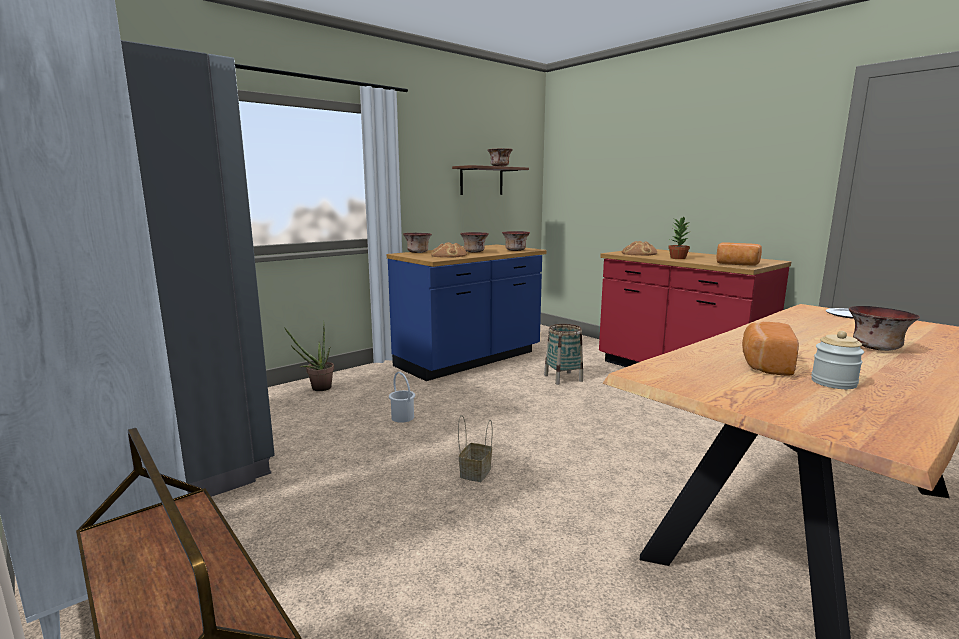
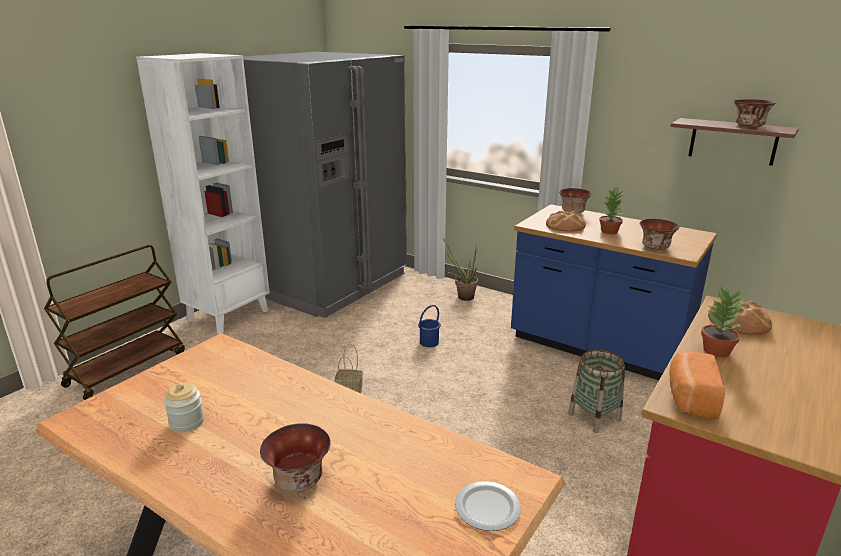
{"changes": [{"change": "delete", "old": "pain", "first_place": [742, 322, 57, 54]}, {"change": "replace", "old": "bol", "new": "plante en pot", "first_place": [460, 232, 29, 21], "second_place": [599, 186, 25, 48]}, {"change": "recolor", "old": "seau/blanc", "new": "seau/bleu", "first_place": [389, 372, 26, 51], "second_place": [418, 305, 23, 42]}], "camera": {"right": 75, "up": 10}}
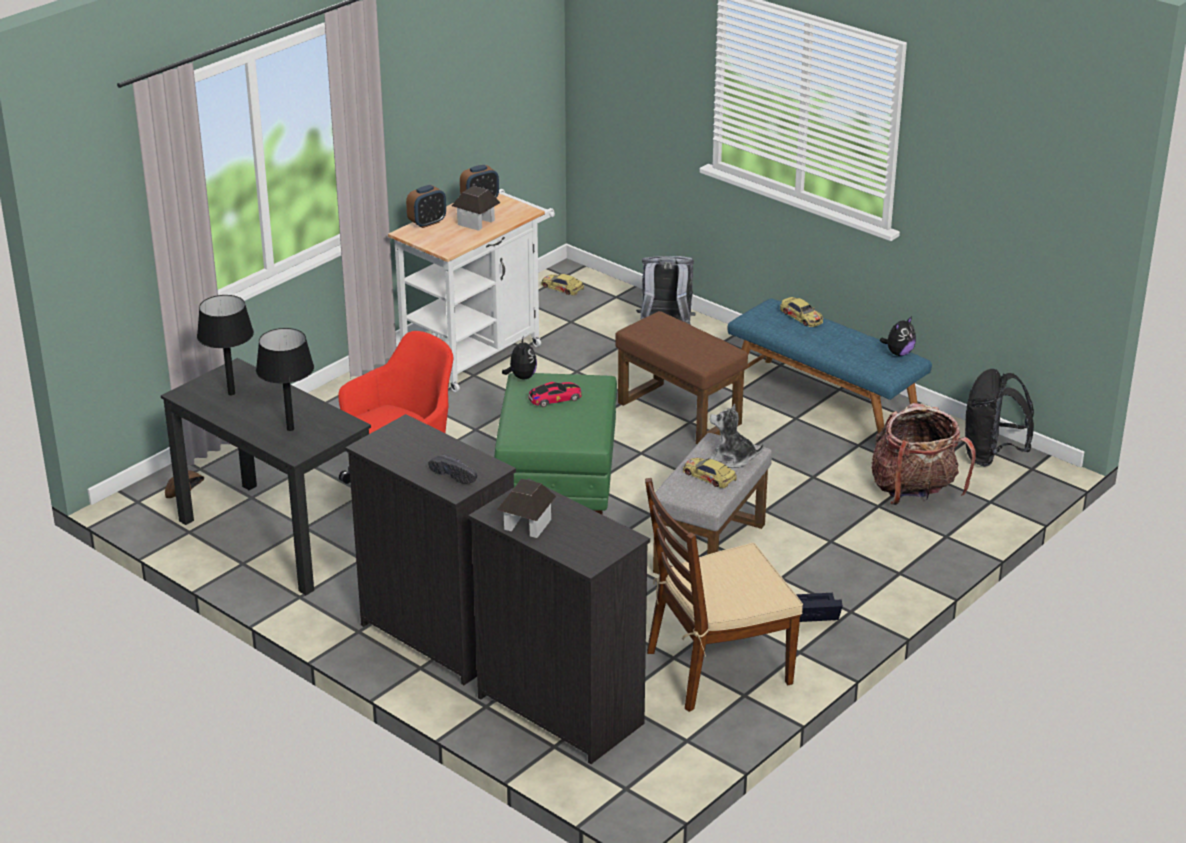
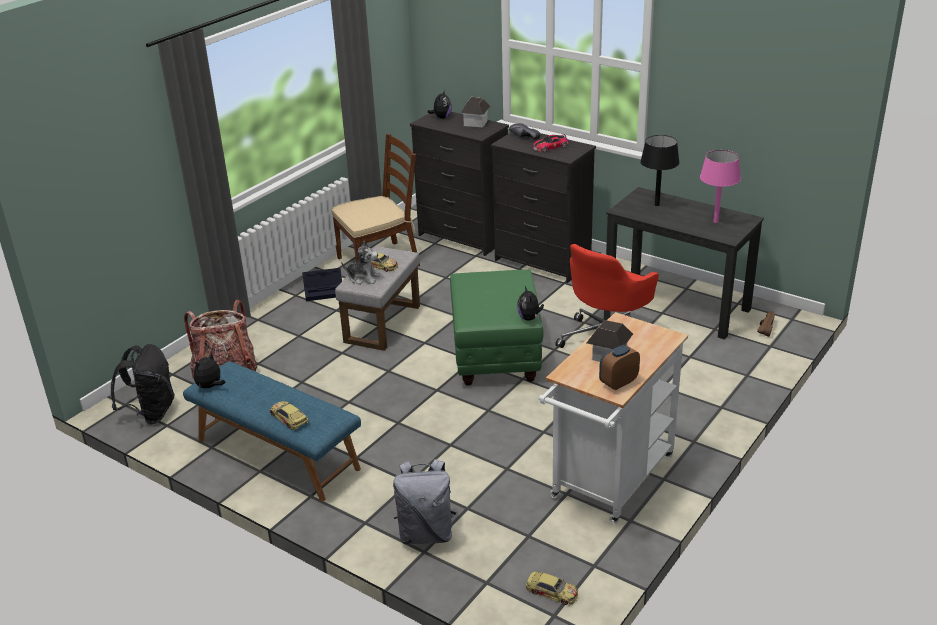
{"changes": [{"change": "delete", "old": "réveil", "first_place": [406, 185, 40, 43]}, {"change": "delete", "old": "pouf/marron", "first_place": [615, 311, 133, 133]}, {"change": "insert", "new": "peluche", "second_place": [428, 90, 24, 29]}, {"change": "move", "old": "petite voiture", "first_place": [529, 382, 53, 25], "second_place": [533, 134, 35, 19]}, {"change": "recolor", "old": "lampe de table/noir", "new": "lampe de table/rose", "first_place": [197, 295, 57, 100], "second_place": [700, 150, 41, 73]}], "camera": {"right": 175, "up": 0}}
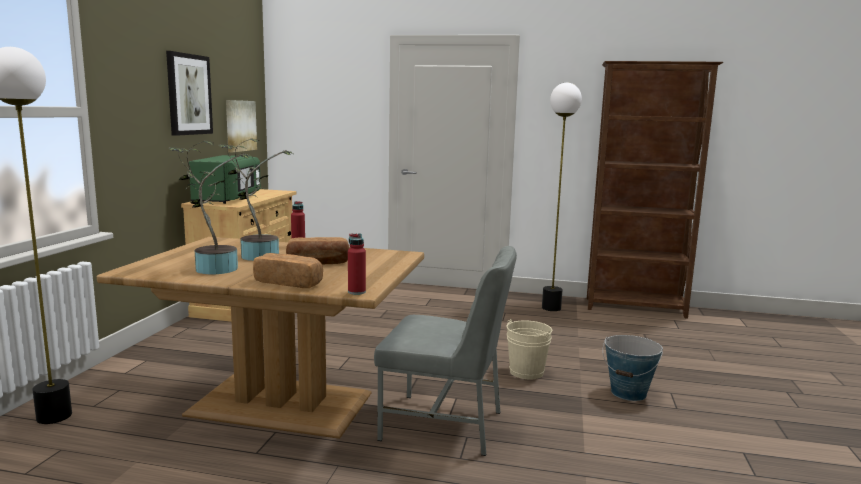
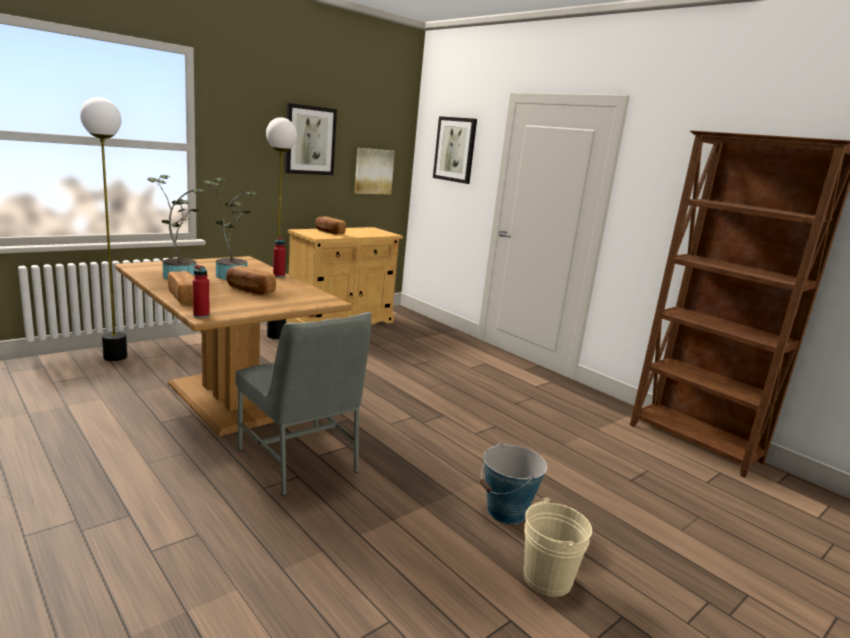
{"changes": [{"change": "insert", "new": "tableau", "second_place": [433, 116, 44, 68]}, {"change": "move", "old": "seau/beige", "first_place": [507, 319, 45, 60], "second_place": [524, 498, 68, 99]}, {"change": "move", "old": "lampadaire", "first_place": [542, 83, 40, 228], "second_place": [266, 117, 31, 222]}, {"change": "replace", "old": "micro-ondes/vert", "new": "pain", "first_place": [189, 155, 72, 49], "second_place": [315, 217, 31, 17]}], "camera": {"right": 35, "up": 5}}
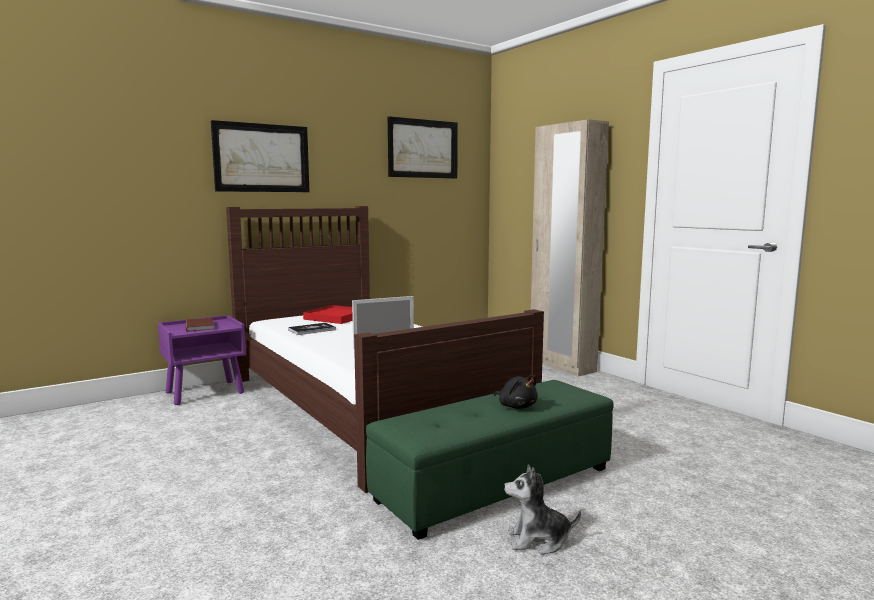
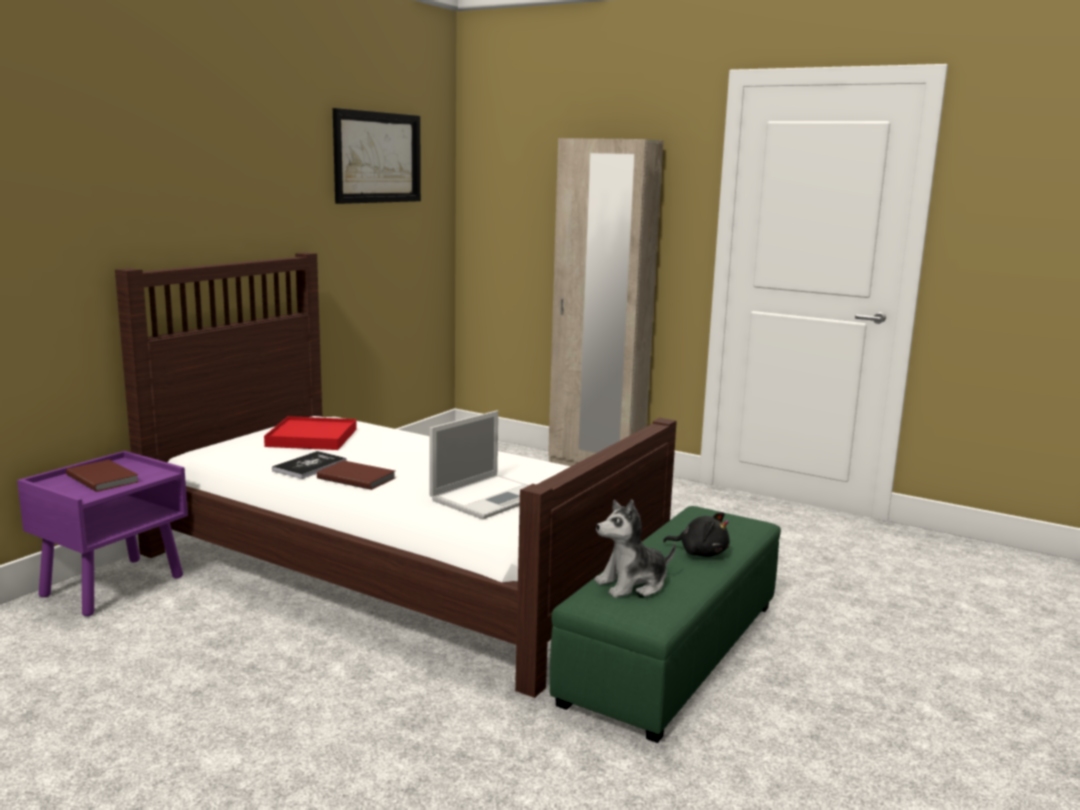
{"changes": [{"change": "delete", "old": "tableau", "first_place": [211, 120, 99, 72]}, {"change": "insert", "new": "livre/marron", "second_place": [317, 460, 78, 30]}, {"change": "move", "old": "peluche", "first_place": [504, 464, 77, 91], "second_place": [595, 499, 81, 99]}], "camera": {"right": -25, "up": 5}}
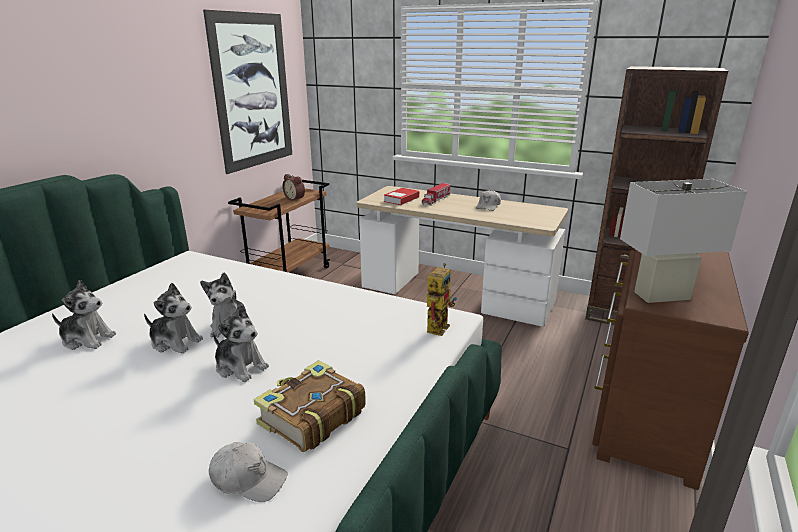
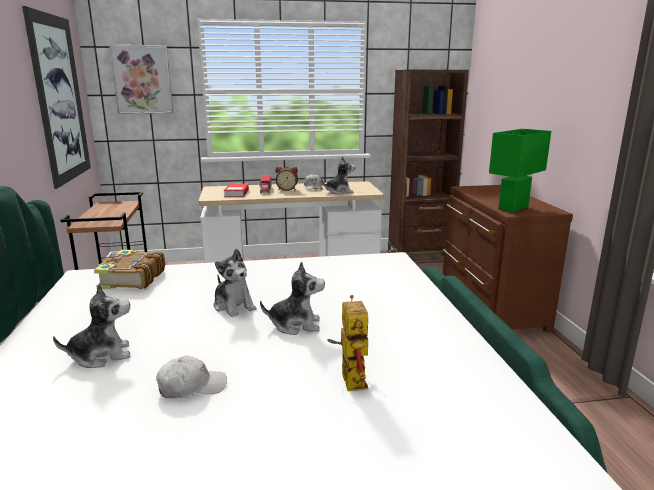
{"changes": [{"change": "insert", "new": "tableau", "second_place": [109, 45, 64, 69]}, {"change": "move", "old": "peluche", "first_place": [144, 283, 59, 70], "second_place": [321, 156, 34, 38]}, {"change": "move", "old": "casquette/blanc", "first_place": [209, 442, 79, 60], "second_place": [156, 355, 71, 43]}, {"change": "move", "old": "livre", "first_place": [253, 360, 113, 92], "second_place": [94, 250, 71, 39]}, {"change": "move", "old": "réveil", "first_place": [282, 174, 23, 27], "second_place": [276, 167, 22, 24]}, {"change": "move", "old": "robot jouet", "first_place": [427, 263, 30, 73], "second_place": [327, 295, 41, 96]}, {"change": "recolor", "old": "lampe de table/blanc", "new": "lampe de table/vert", "first_place": [620, 179, 127, 124], "second_place": [489, 129, 62, 83]}], "camera": {"right": -35, "up": -5}}
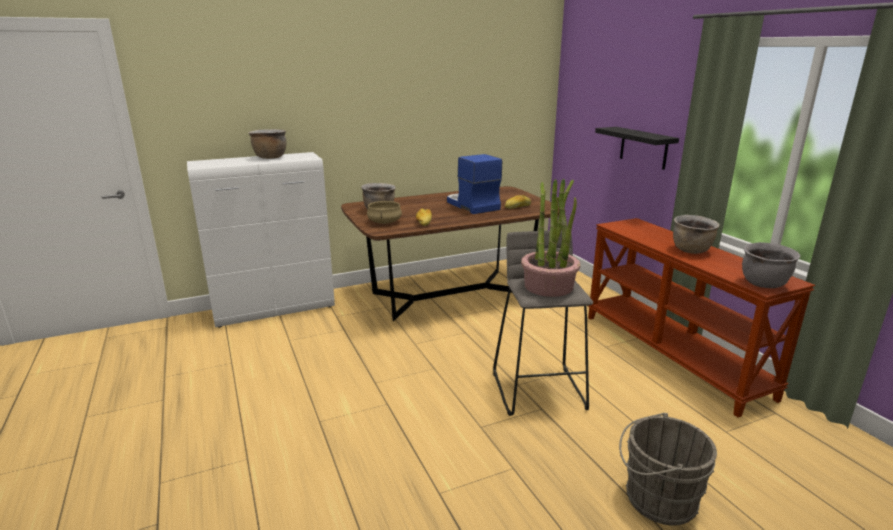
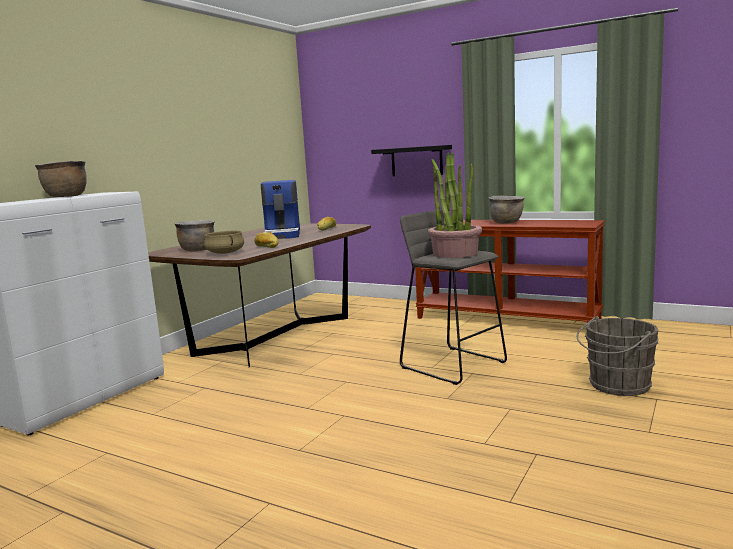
{"changes": [{"change": "delete", "old": "marmite/gris", "first_place": [742, 242, 58, 46]}, {"change": "rotate", "old": "machine à café", "first_place": [447, 154, 55, 60], "second_place": [261, 180, 39, 59], "degrees": -120}], "camera": {"right": -35, "up": -10}}
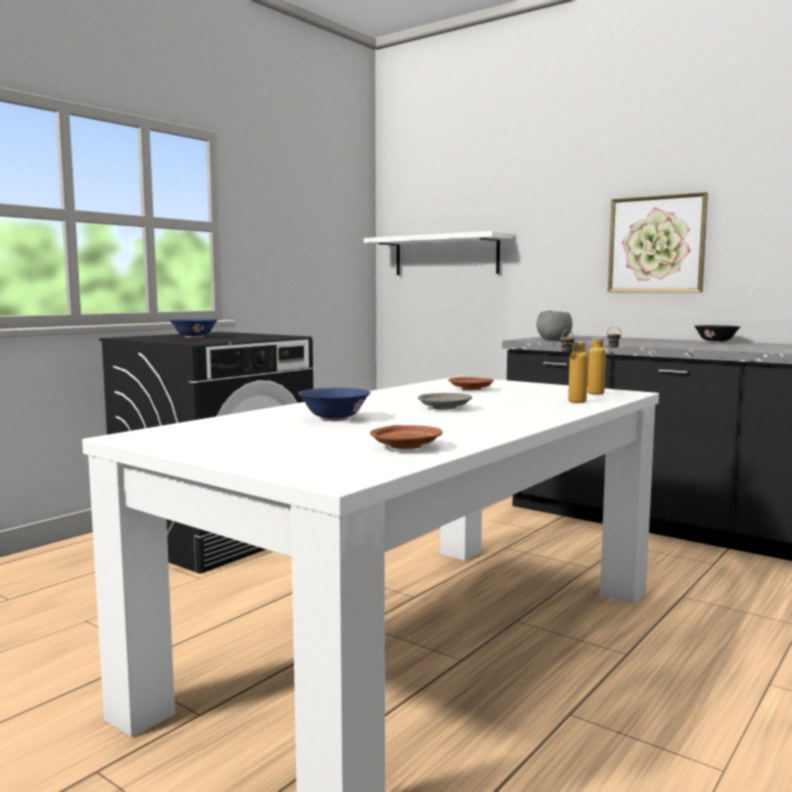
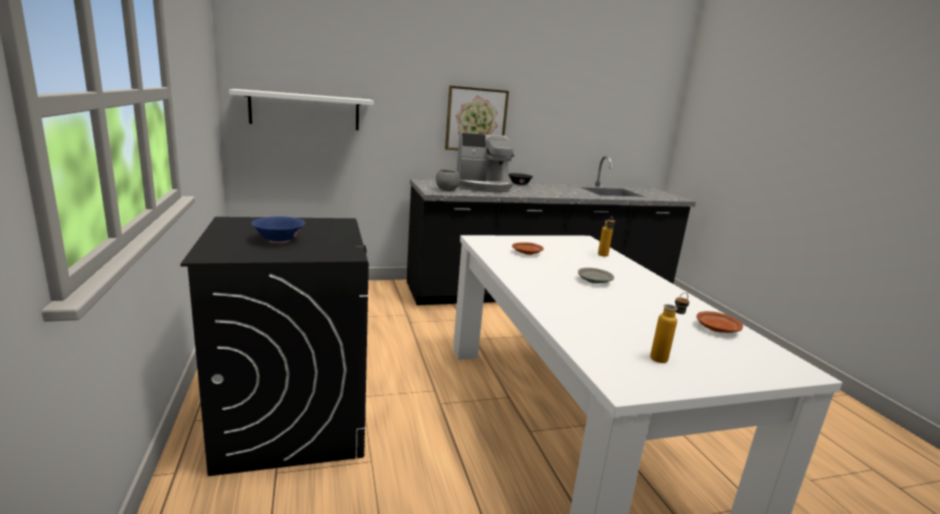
{"changes": [{"change": "delete", "old": "bol/bleu", "first_place": [298, 388, 73, 33]}, {"change": "insert", "new": "machine à café", "second_place": [457, 133, 57, 59]}, {"change": "move", "old": "bouteille", "first_place": [587, 326, 35, 69], "second_place": [650, 292, 39, 71]}], "camera": {"right": -55, "up": 10}}
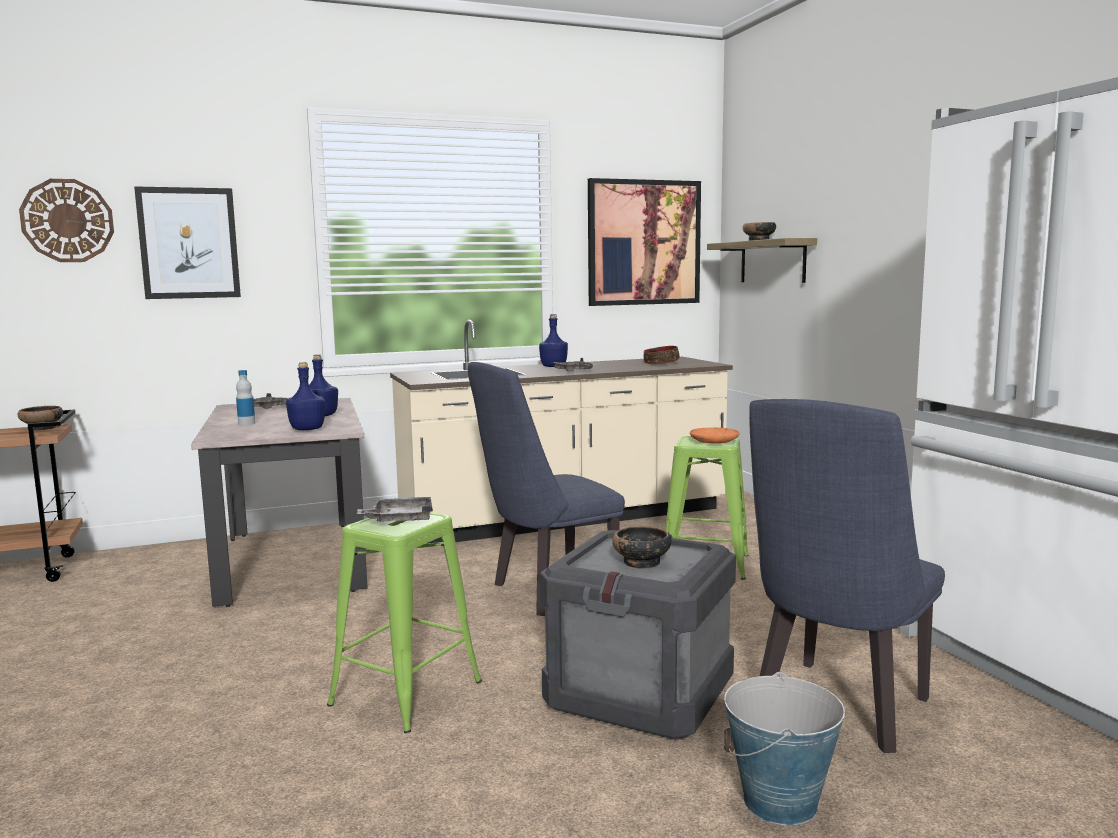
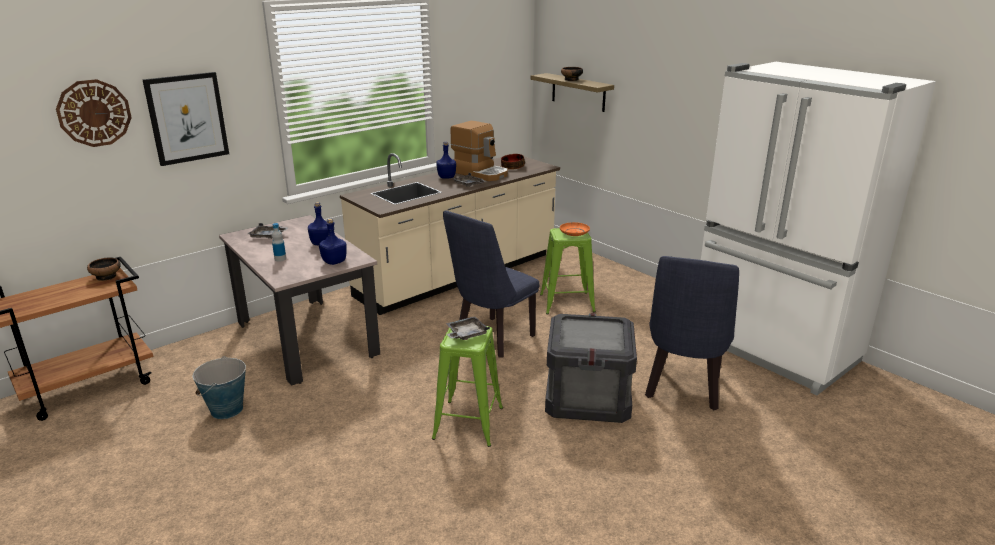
{"changes": [{"change": "delete", "old": "tableau", "first_place": [588, 178, 113, 128]}, {"change": "delete", "old": "bol", "first_place": [612, 526, 60, 43]}, {"change": "insert", "new": "machine à café", "second_place": [451, 121, 57, 60]}, {"change": "move", "old": "seau", "first_place": [724, 672, 121, 153], "second_place": [193, 356, 53, 63]}], "camera": {"right": -20, "up": 15}}
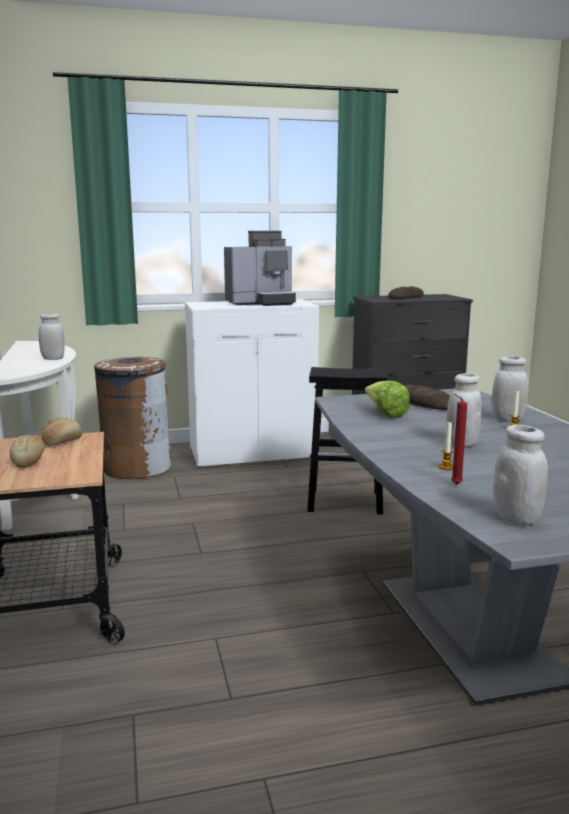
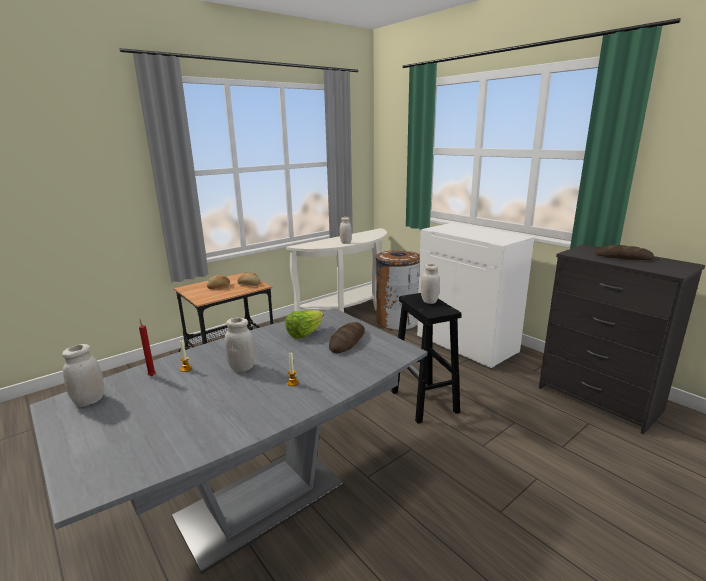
{"changes": [{"change": "delete", "old": "machine à café", "first_place": [224, 231, 72, 75]}, {"change": "move", "old": "bocal/blanc", "first_place": [492, 356, 36, 65], "second_place": [421, 264, 19, 40]}], "camera": {"right": 65, "up": 5}}
